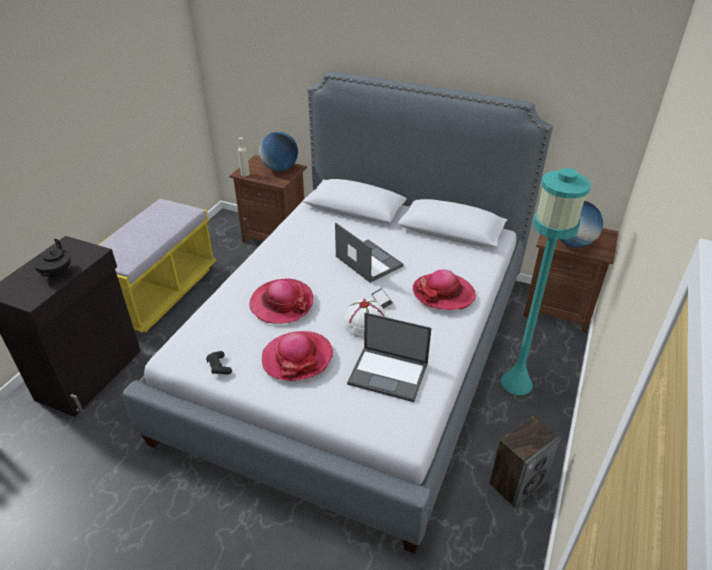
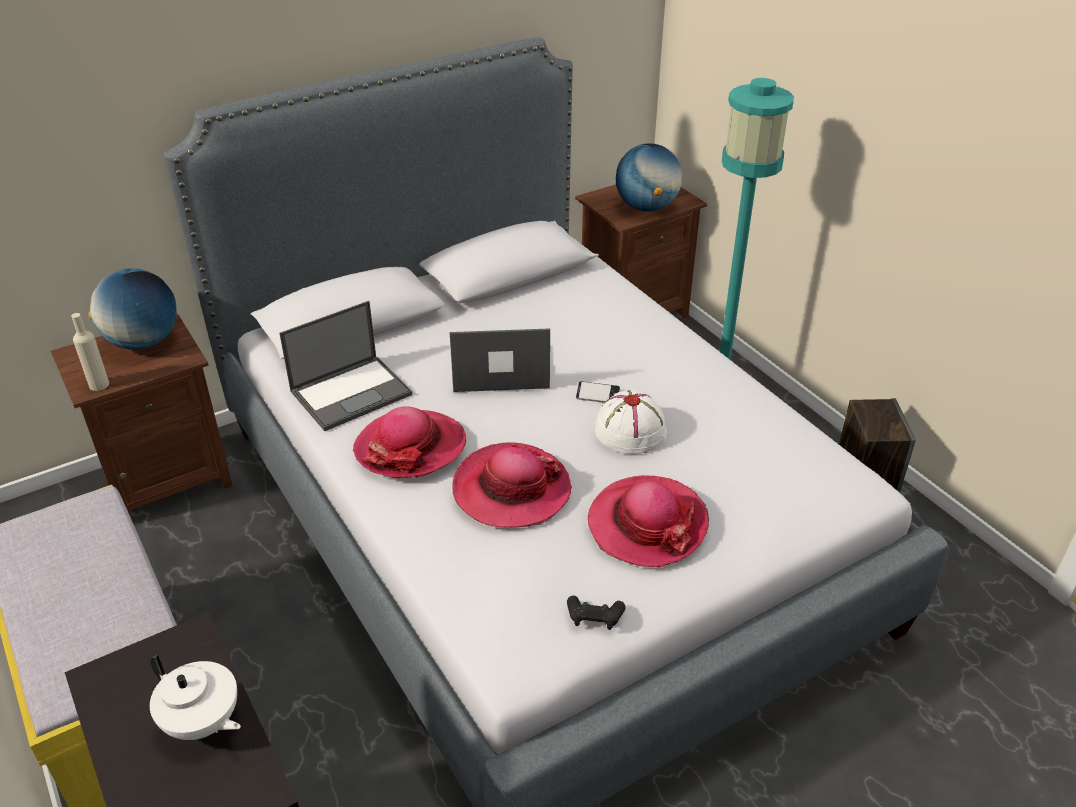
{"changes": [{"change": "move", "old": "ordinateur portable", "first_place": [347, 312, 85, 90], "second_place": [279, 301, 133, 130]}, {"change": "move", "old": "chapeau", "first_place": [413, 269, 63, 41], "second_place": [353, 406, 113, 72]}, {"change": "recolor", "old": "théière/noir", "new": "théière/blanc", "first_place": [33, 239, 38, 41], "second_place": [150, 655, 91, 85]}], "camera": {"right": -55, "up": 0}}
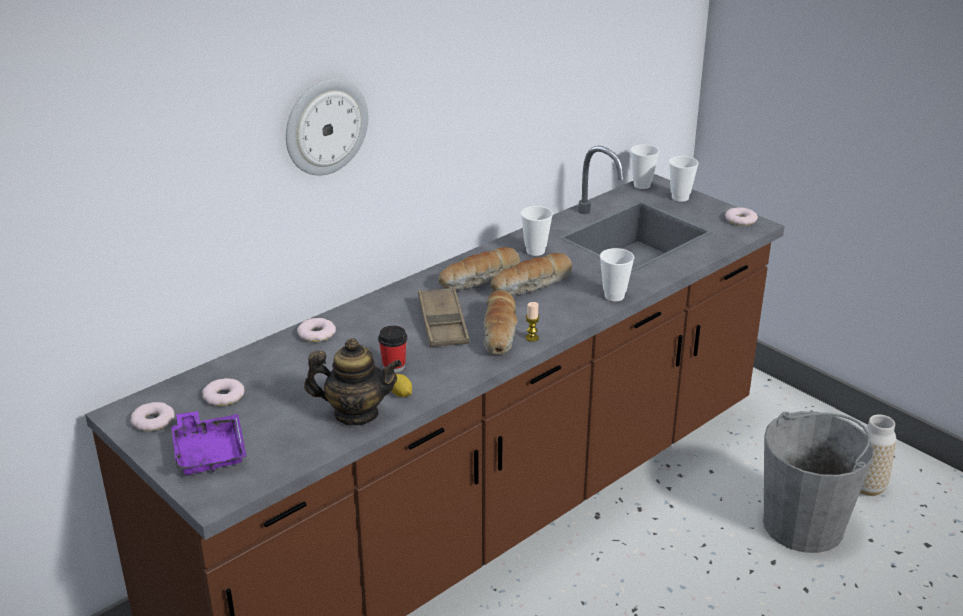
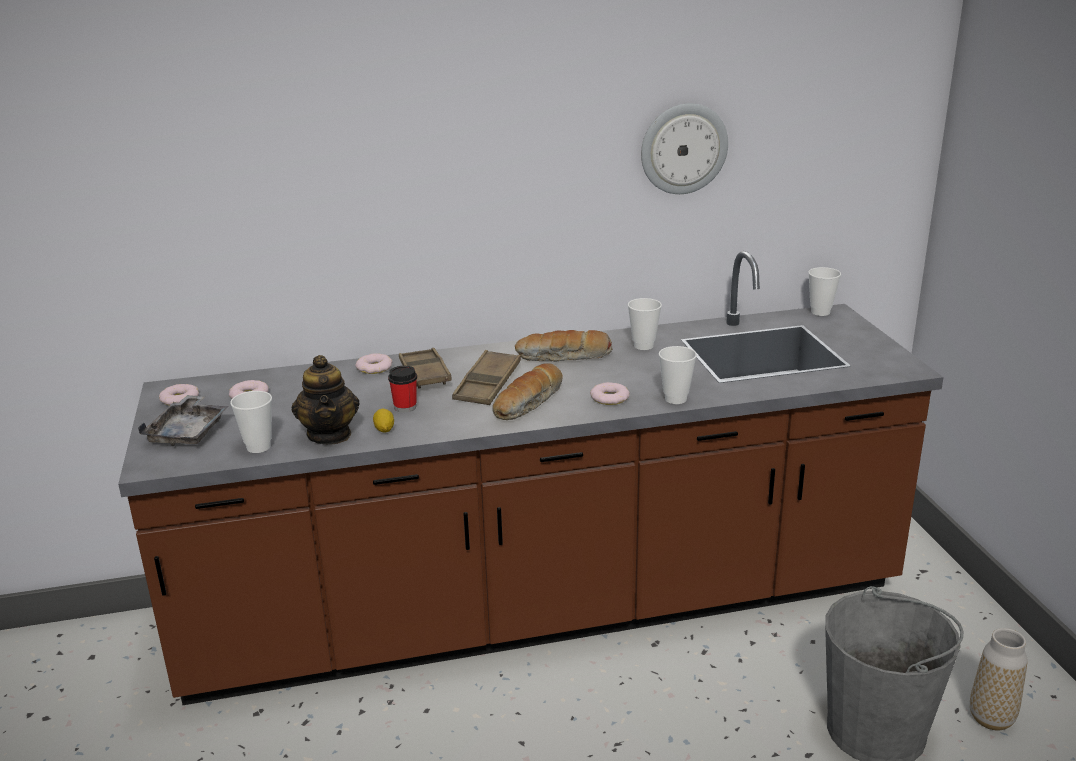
{"changes": [{"change": "delete", "old": "pain", "first_place": [491, 253, 81, 42]}, {"change": "delete", "old": "bougie", "first_place": [525, 302, 14, 40]}, {"change": "insert", "new": "plateau/marron", "second_place": [399, 348, 53, 41]}, {"change": "move", "old": "horloge murale", "first_place": [286, 79, 82, 97], "second_place": [641, 103, 87, 91]}, {"change": "move", "old": "tasse", "first_place": [669, 156, 30, 46], "second_place": [230, 391, 42, 62]}, {"change": "move", "old": "beignet", "first_place": [725, 207, 33, 19], "second_place": [590, 382, 40, 23]}, {"change": "recolor", "old": "plateau/violet", "new": "plateau/gris", "first_place": [171, 411, 76, 64], "second_place": [138, 395, 91, 51]}, {"change": "rotate", "old": "théière", "first_place": [304, 338, 98, 88], "second_place": [292, 355, 68, 90], "degrees": 45}], "camera": {"right": 30, "up": -5}}
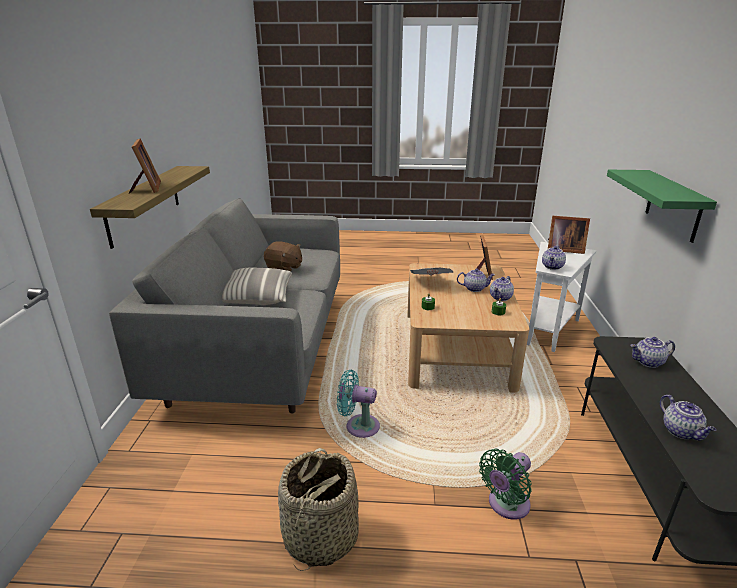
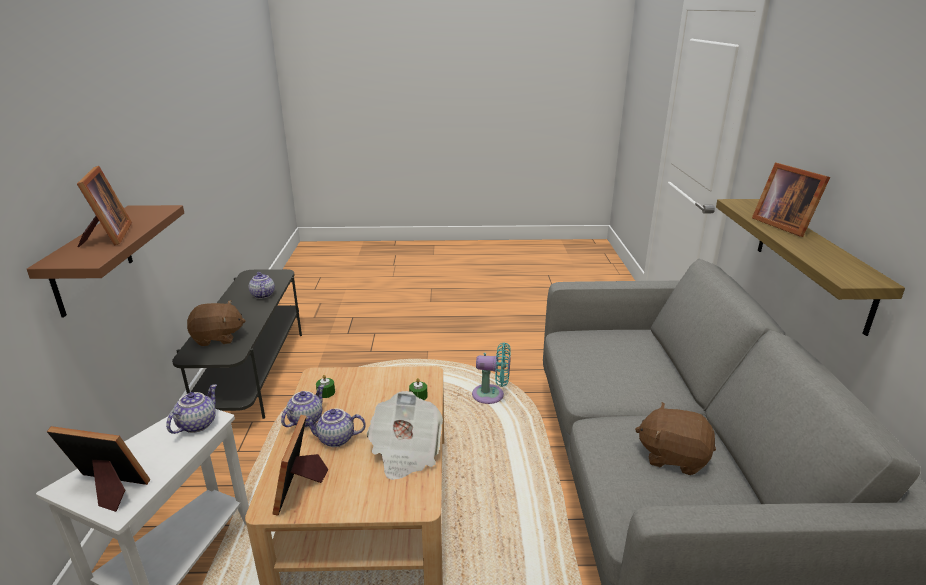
{"changes": [{"change": "delete", "old": "coussin", "first_place": [222, 268, 70, 37]}, {"change": "delete", "old": "panier", "first_place": [278, 448, 81, 123]}, {"change": "delete", "old": "ventilateur/vert", "first_place": [479, 449, 53, 71]}, {"change": "insert", "new": "cadre photo", "second_place": [77, 166, 55, 81]}, {"change": "replace", "old": "théière", "new": "peluche/marron", "first_place": [630, 337, 45, 31], "second_place": [187, 300, 59, 46]}, {"change": "recolor", "old": "étagère/vert", "new": "étagère/marron", "first_place": [607, 170, 110, 73], "second_place": [27, 205, 157, 113]}], "camera": {"right": 175, "up": 0}}
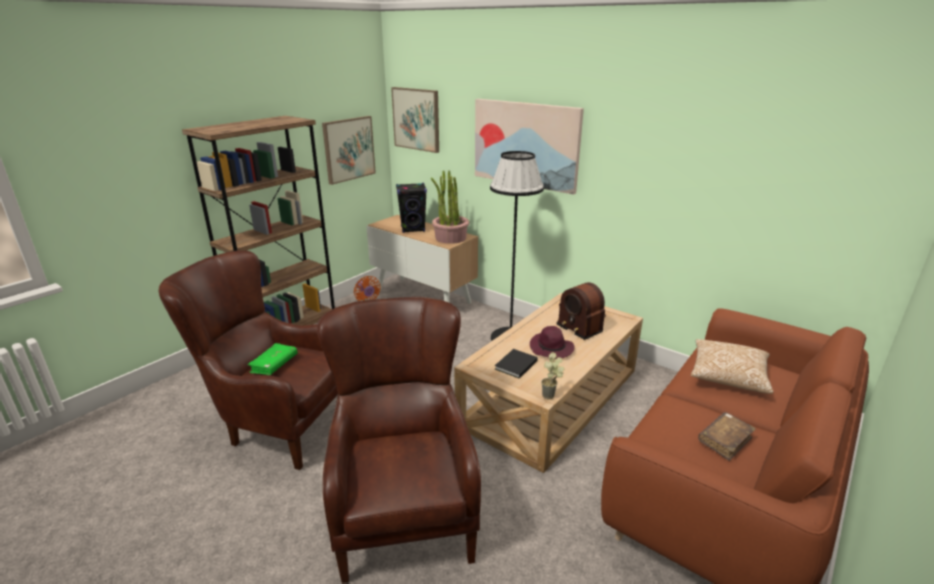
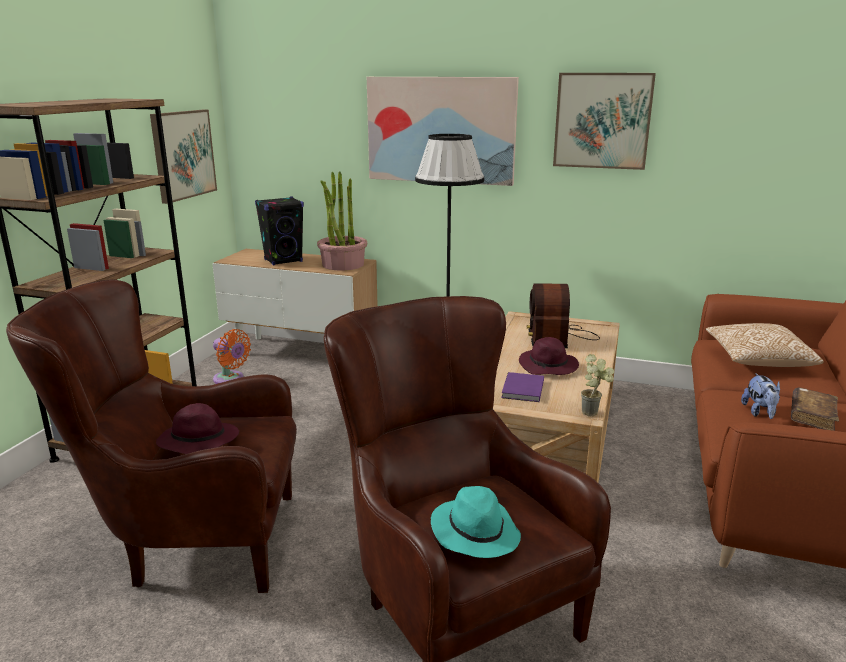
{"changes": [{"change": "insert", "new": "chapeau/turquoise", "second_place": [431, 486, 90, 72]}, {"change": "insert", "new": "peluche", "second_place": [741, 373, 39, 46]}, {"change": "move", "old": "tableau", "first_place": [391, 87, 48, 66], "second_place": [553, 73, 103, 97]}, {"change": "replace", "old": "livre/vert", "new": "chapeau/violet", "first_place": [247, 343, 51, 32], "second_place": [156, 403, 83, 51]}, {"change": "recolor", "old": "livre/noir", "new": "livre/violet", "first_place": [495, 349, 43, 30], "second_place": [501, 372, 43, 30]}, {"change": "rotate", "old": "radio", "first_place": [556, 282, 50, 58], "second_place": [527, 283, 73, 65], "degrees": 60}], "camera": {"right": -20, "up": -5}}
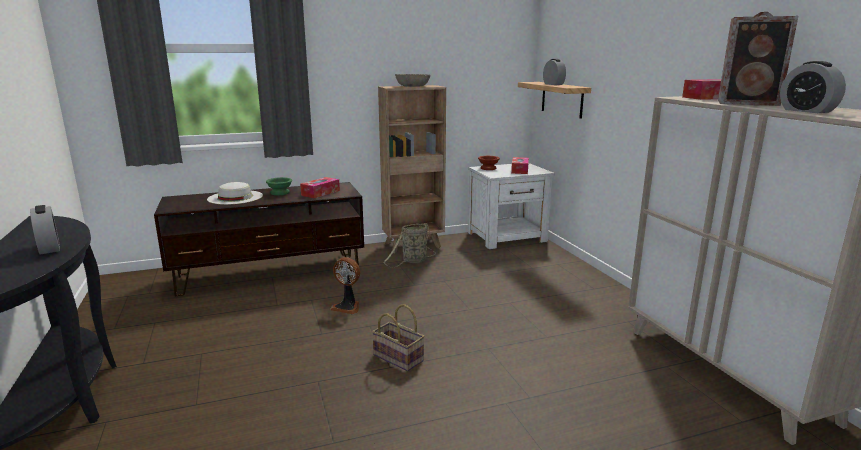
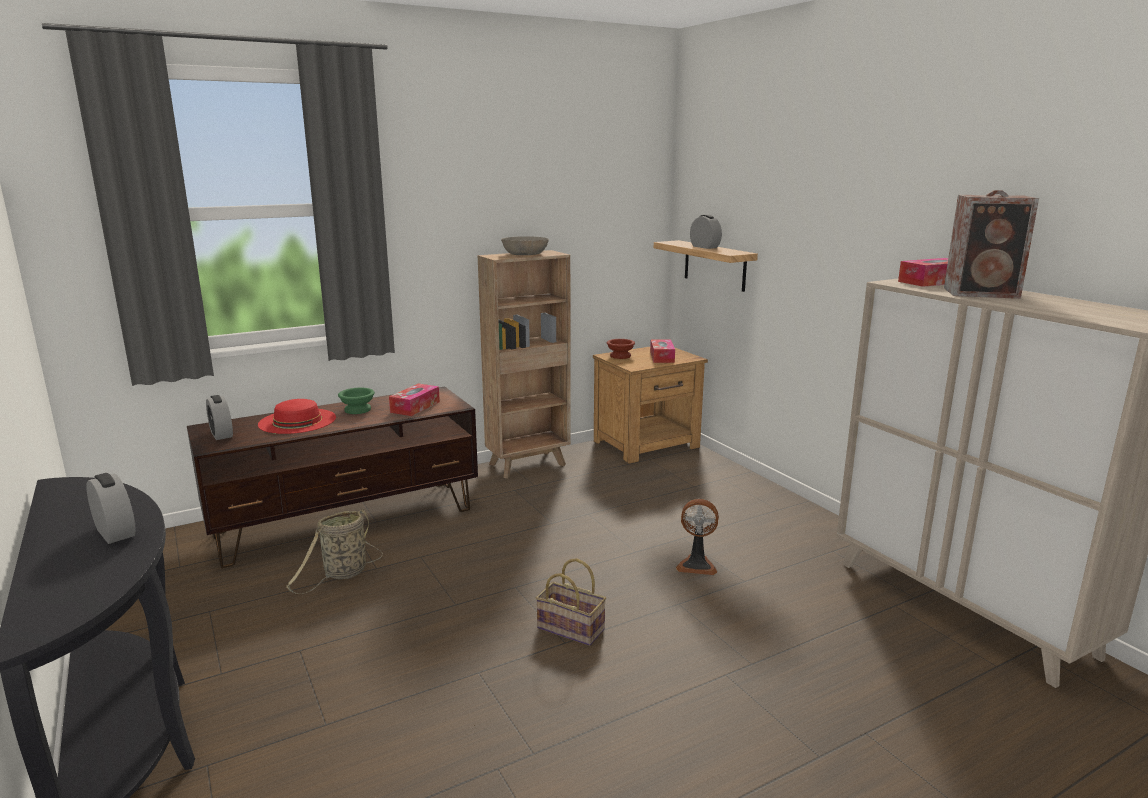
{"changes": [{"change": "move", "old": "ventilateur", "first_place": [330, 257, 30, 57], "second_place": [676, 499, 43, 76]}, {"change": "move", "old": "panier", "first_place": [383, 223, 53, 45], "second_place": [286, 509, 97, 85]}, {"change": "move", "old": "réveil", "first_place": [780, 61, 66, 52], "second_place": [206, 395, 27, 45]}, {"change": "recolor", "old": "chapeau/blanc", "new": "chapeau/rouge", "first_place": [207, 182, 56, 23], "second_place": [258, 399, 78, 35]}, {"change": "recolor", "old": "table de chevet/blanc", "new": "table de chevet/marron", "first_place": [468, 163, 87, 86], "second_place": [593, 347, 115, 117]}], "camera": {"right": -10, "up": 0}}
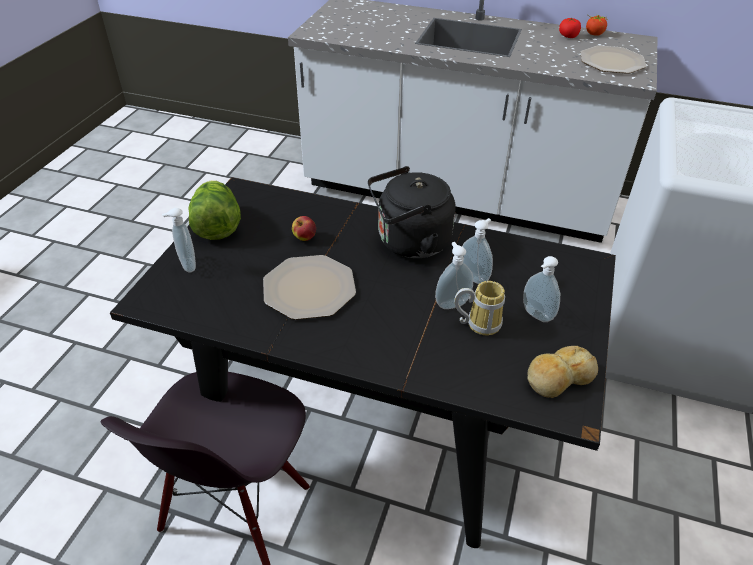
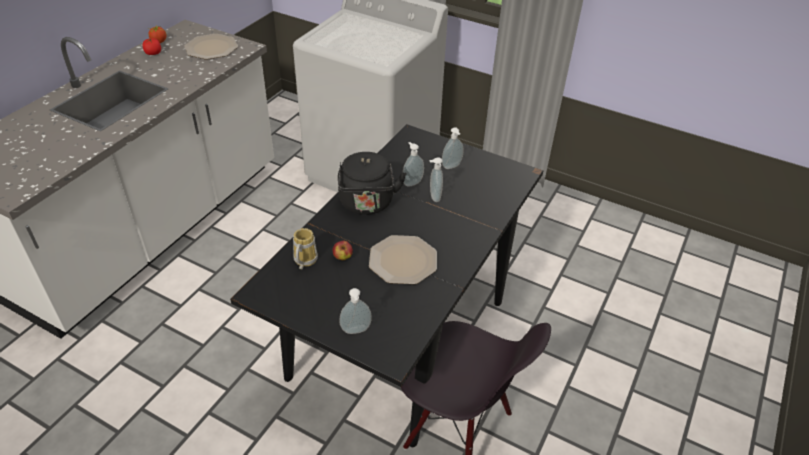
{"changes": [{"change": "delete", "old": "laitue", "first_place": [189, 180, 52, 60]}, {"change": "delete", "old": "pain", "first_place": [527, 346, 71, 52]}, {"change": "move", "old": "mug", "first_place": [454, 281, 51, 54], "second_place": [293, 228, 25, 41]}], "camera": {"right": -80, "up": 0}}
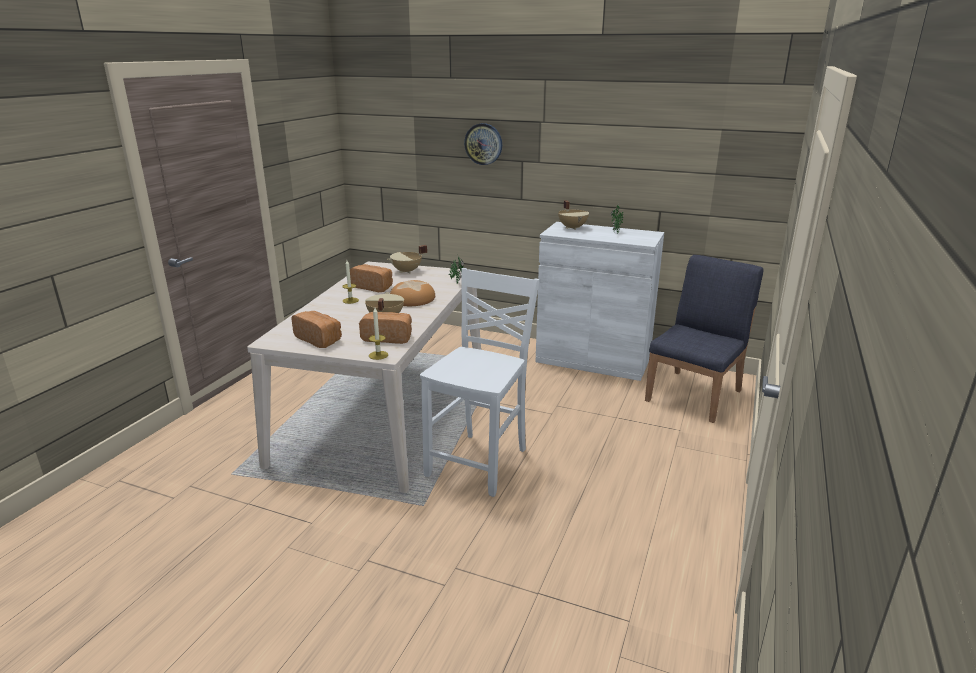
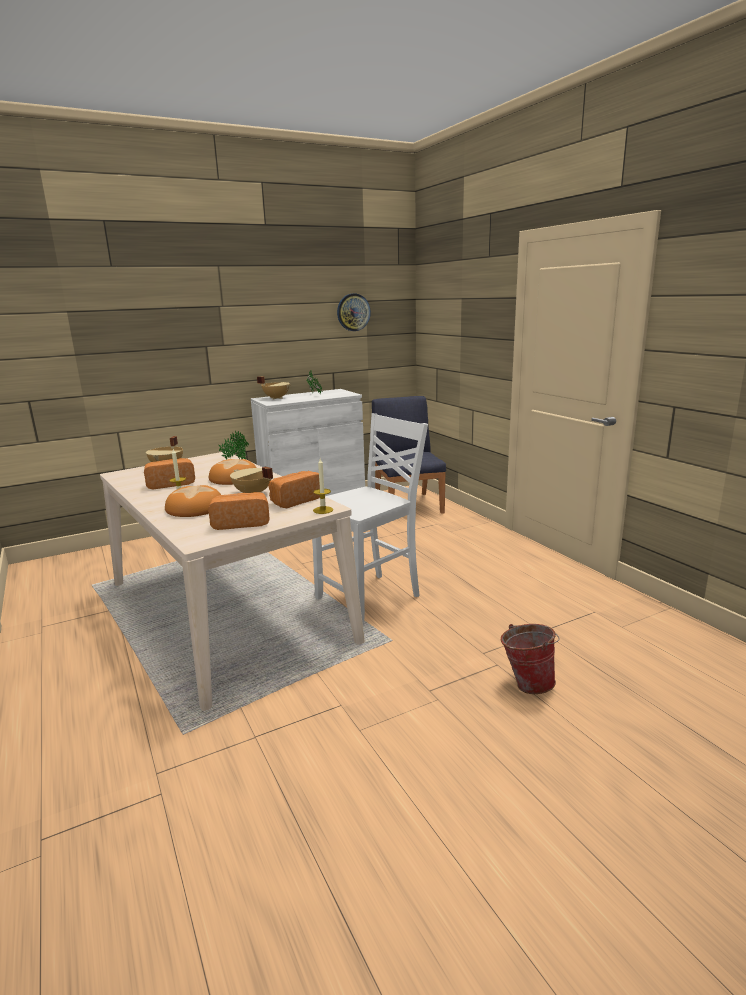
{"changes": [{"change": "insert", "new": "pain", "second_place": [165, 485, 56, 32]}, {"change": "insert", "new": "seau", "second_place": [501, 624, 59, 70]}, {"change": "move", "old": "horloge murale", "first_place": [464, 123, 38, 42], "second_place": [337, 294, 34, 37]}, {"change": "rotate", "old": "chaise/blanc", "first_place": [420, 268, 120, 229], "second_place": [312, 413, 116, 210], "degrees": 75}], "camera": {"right": -50, "up": -5}}
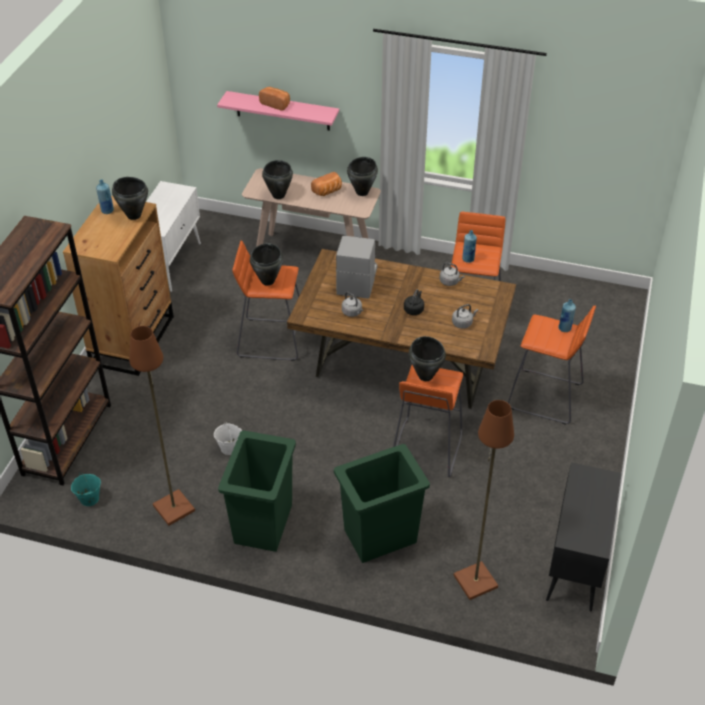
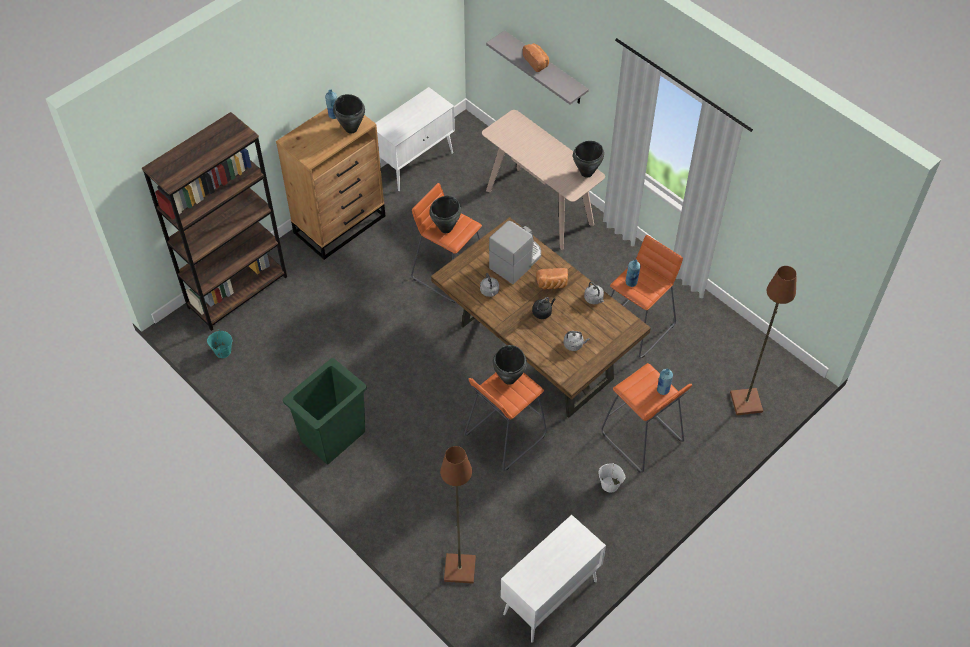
{"changes": [{"change": "delete", "old": "marmite/noir", "first_place": [262, 160, 31, 39]}, {"change": "delete", "old": "poubelle/vert", "first_place": [334, 444, 96, 119]}, {"change": "move", "old": "lampadaire/marron", "first_place": [129, 326, 66, 200], "second_place": [730, 266, 67, 149]}, {"change": "move", "old": "seau/blanc", "first_place": [214, 421, 28, 34], "second_place": [598, 463, 27, 29]}, {"change": "move", "old": "pain", "first_place": [311, 172, 31, 24], "second_place": [536, 268, 32, 21]}, {"change": "recolor", "old": "étagère/rose", "new": "étagère/gris", "first_place": [217, 91, 122, 40], "second_place": [486, 31, 103, 73]}, {"change": "recolor", "old": "meuble de rangement/noir", "new": "meuble de rangement/blanc", "first_place": [546, 462, 76, 149], "second_place": [500, 515, 106, 128]}], "camera": {"right": 30, "up": 10}}
